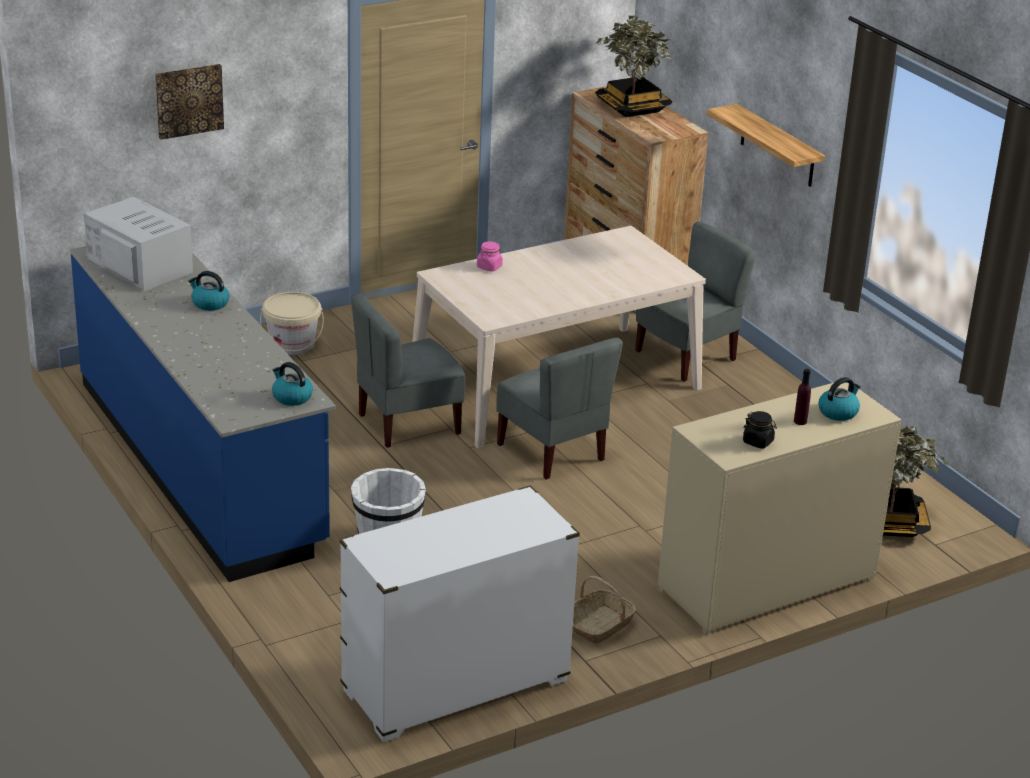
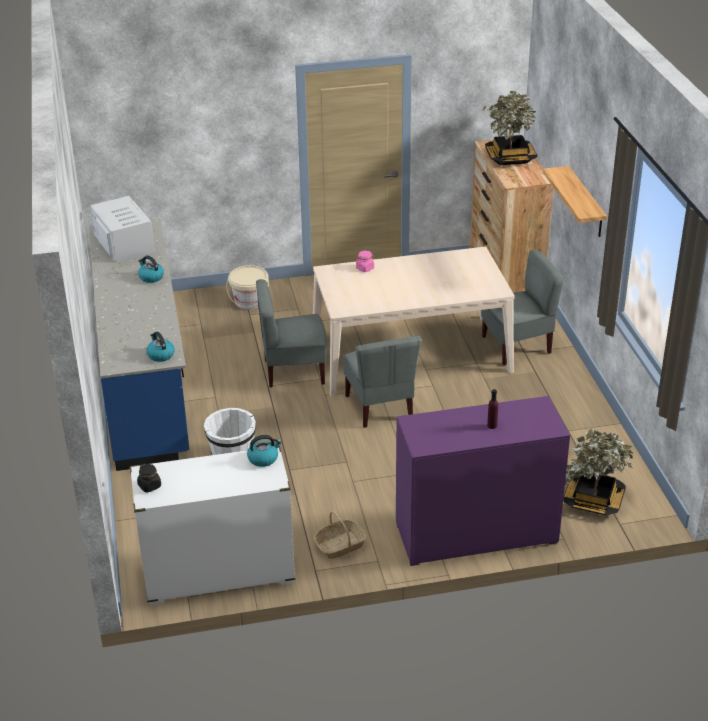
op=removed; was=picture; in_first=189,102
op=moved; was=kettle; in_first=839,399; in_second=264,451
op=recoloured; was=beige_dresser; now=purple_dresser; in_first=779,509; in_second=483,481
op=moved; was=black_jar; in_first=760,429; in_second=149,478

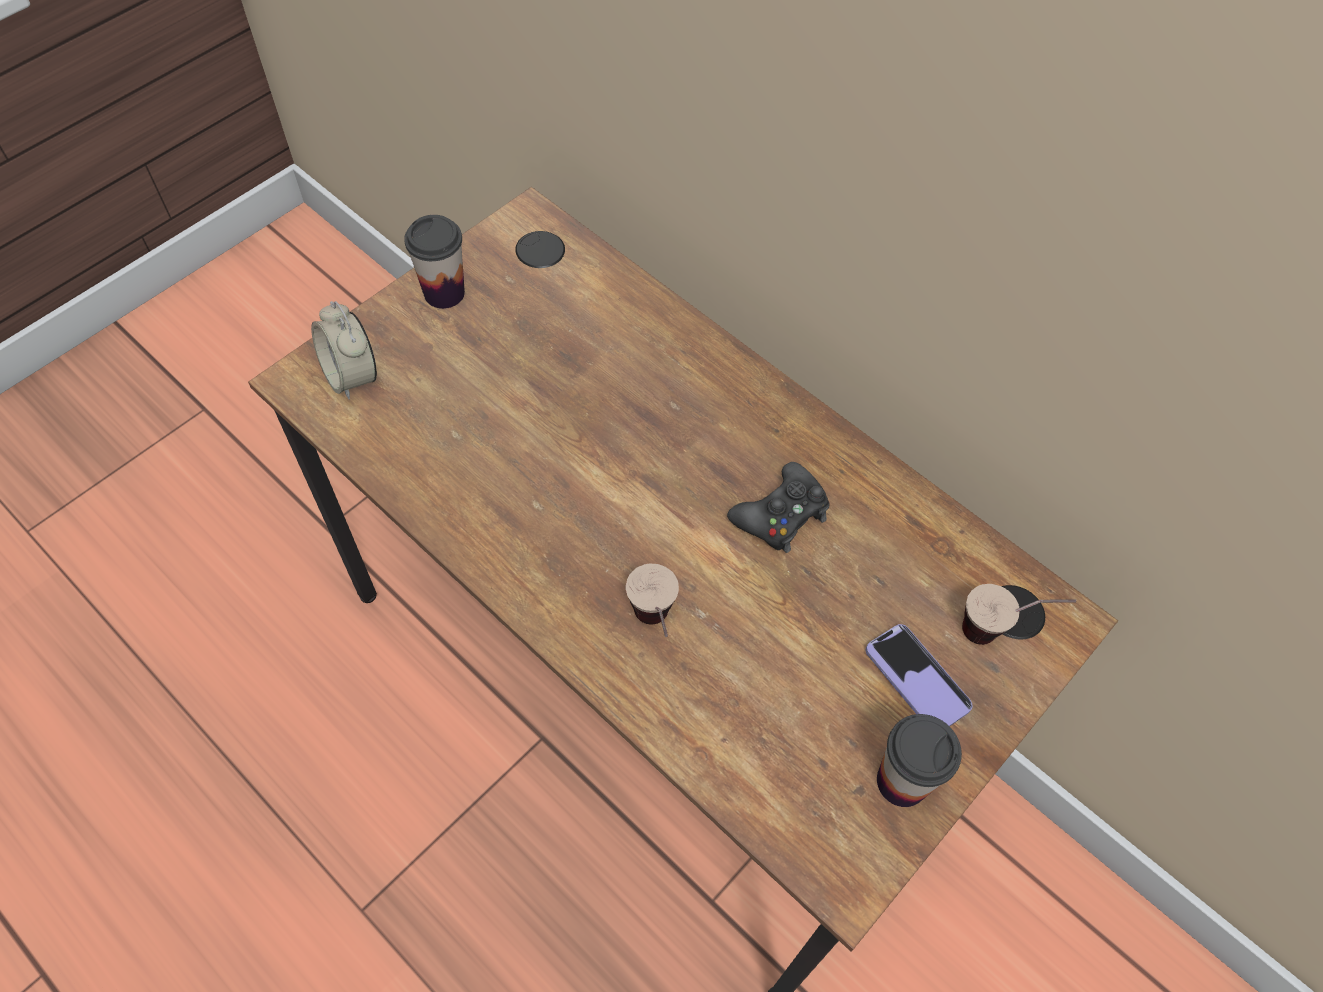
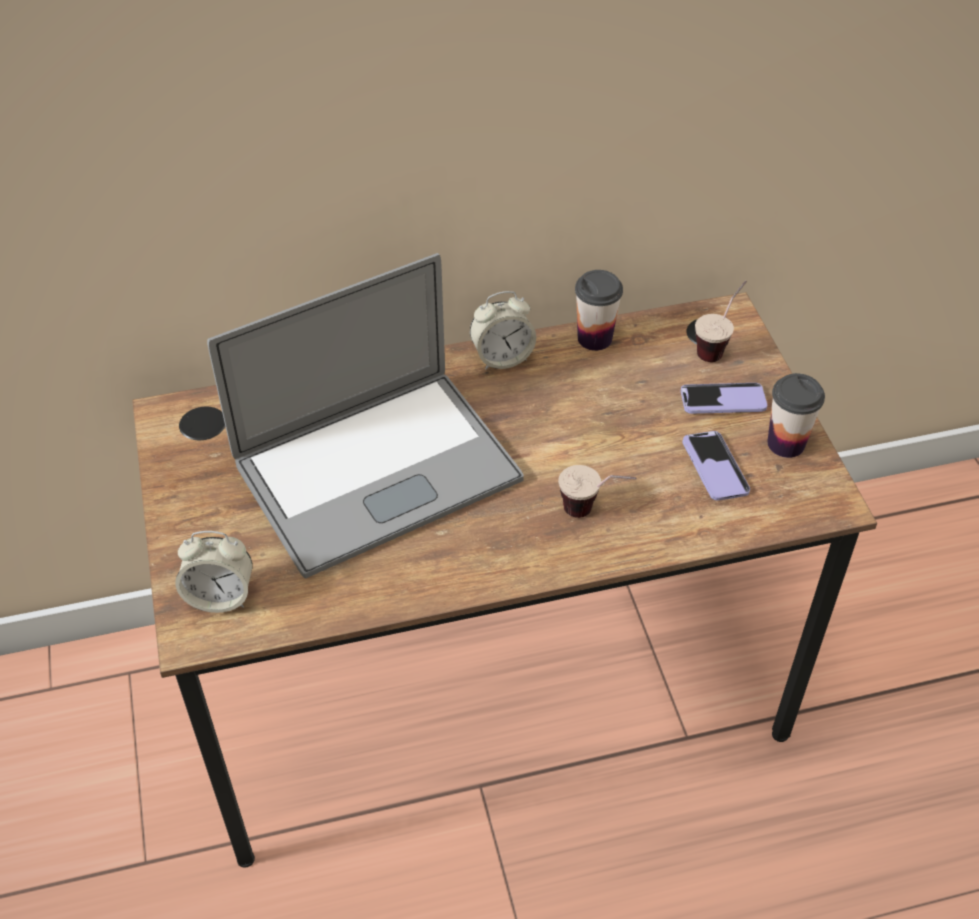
op=moved; was=cup; in_first=434,262; in_second=599,310
op=removed; was=black_game_controller; in_first=778,507
op=added; now=laptop; in_second=365,415
op=added; now=alarm_clock; in_second=503,330
op=added; now=phone; in_second=716,466

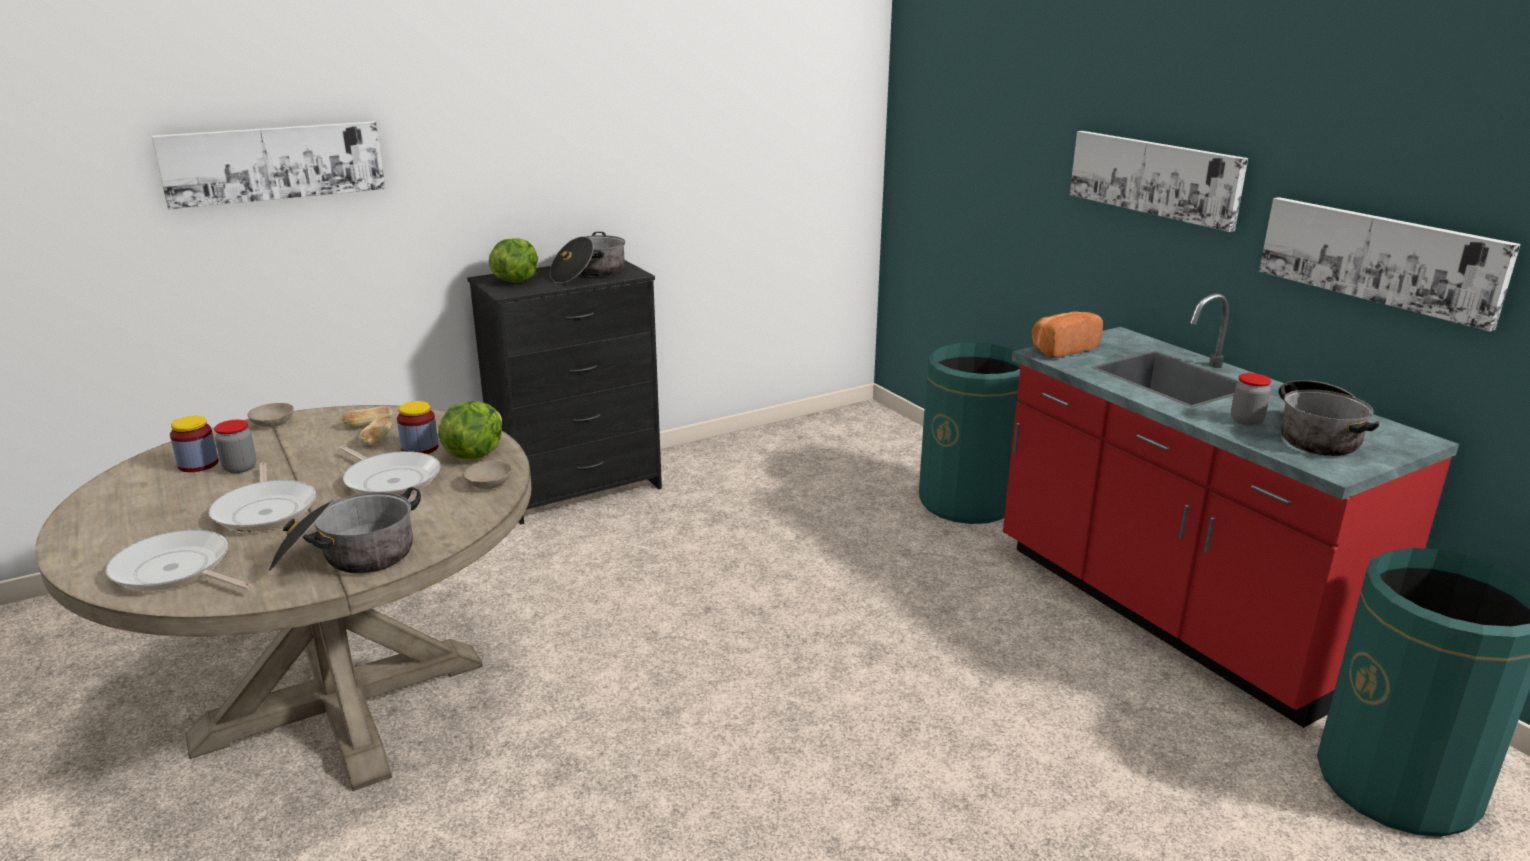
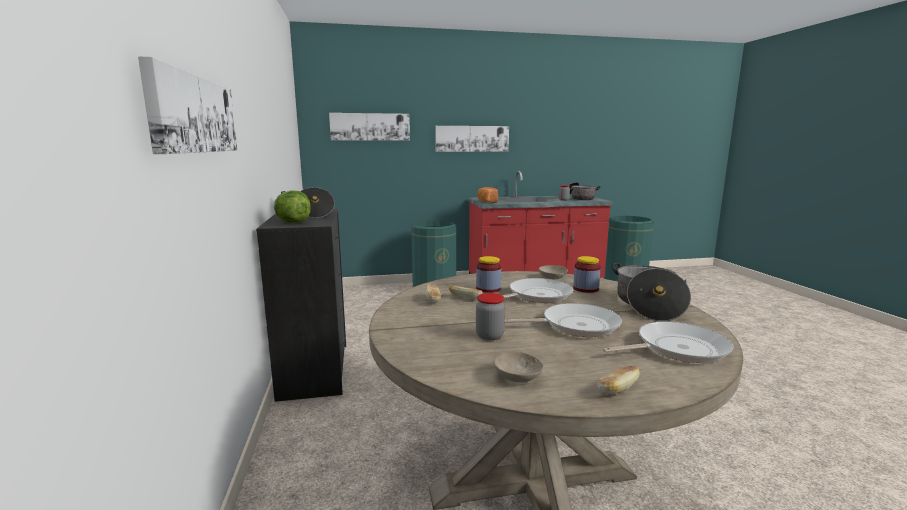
op=moved; was=picture; in_first=1390,264; in_second=369,127
op=removed; was=lettuce; in_first=470,430
op=moved; was=beige_bowl; in_first=270,415; in_second=519,367
op=moved; was=jar; in_first=194,444; in_second=587,274
op=turned; was=frying_pan; in_first=179,560; in_second=668,342; clockwise=-150
op=added; now=bread; in_second=618,380

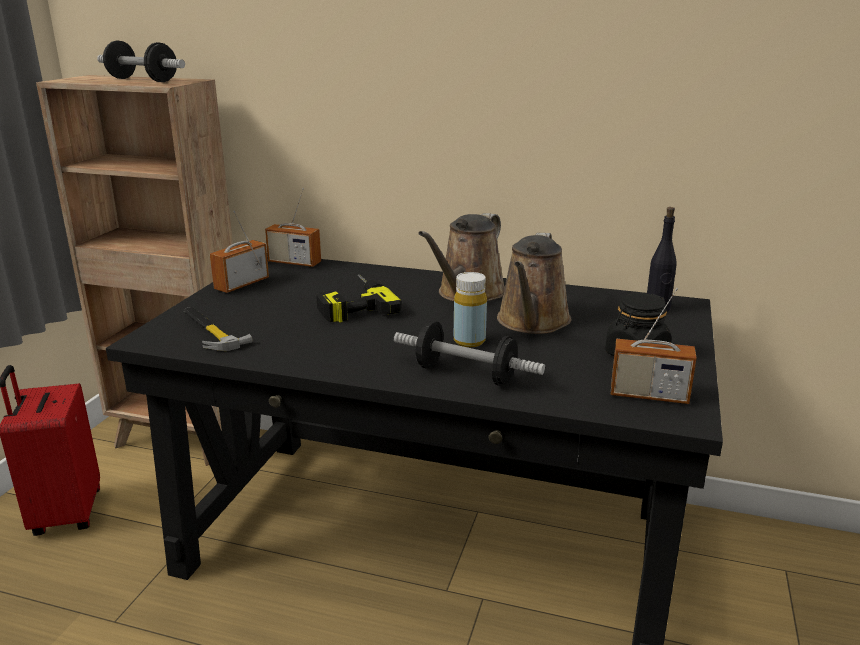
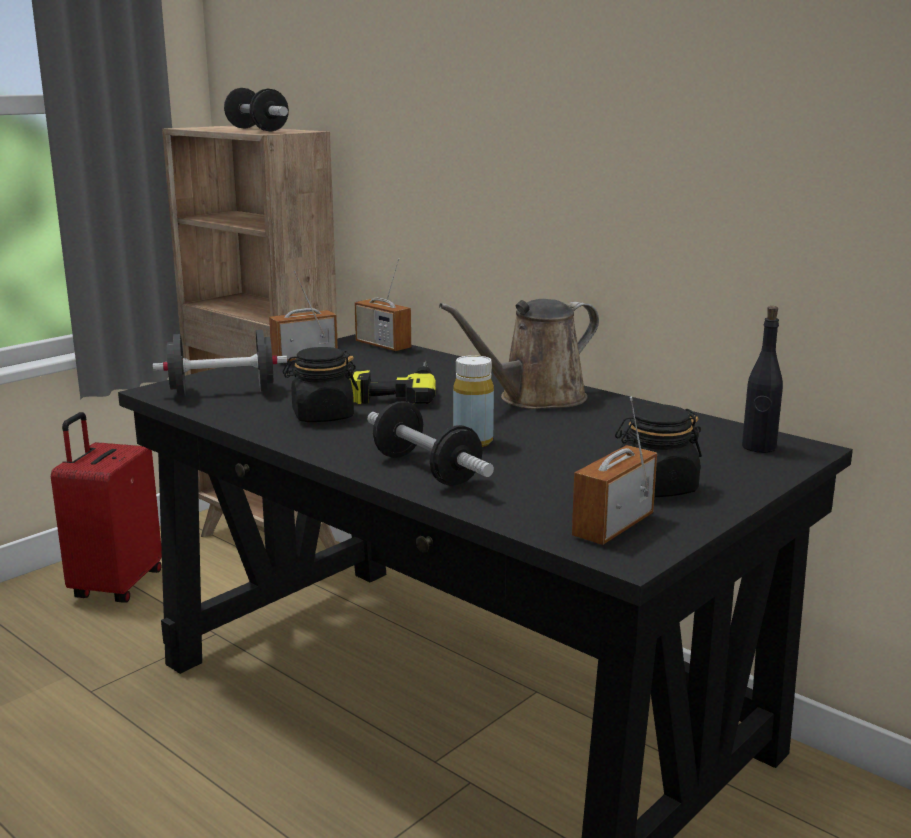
op=removed; was=brown_watering_can; in_first=534,283
op=turned; was=radio; in_first=654,346; in_second=614,470; clockwise=90
op=replaced; was=hammer; now=black_dumbbell; in_first=218,329; in_second=220,363
op=added; now=black_jar; in_second=320,384

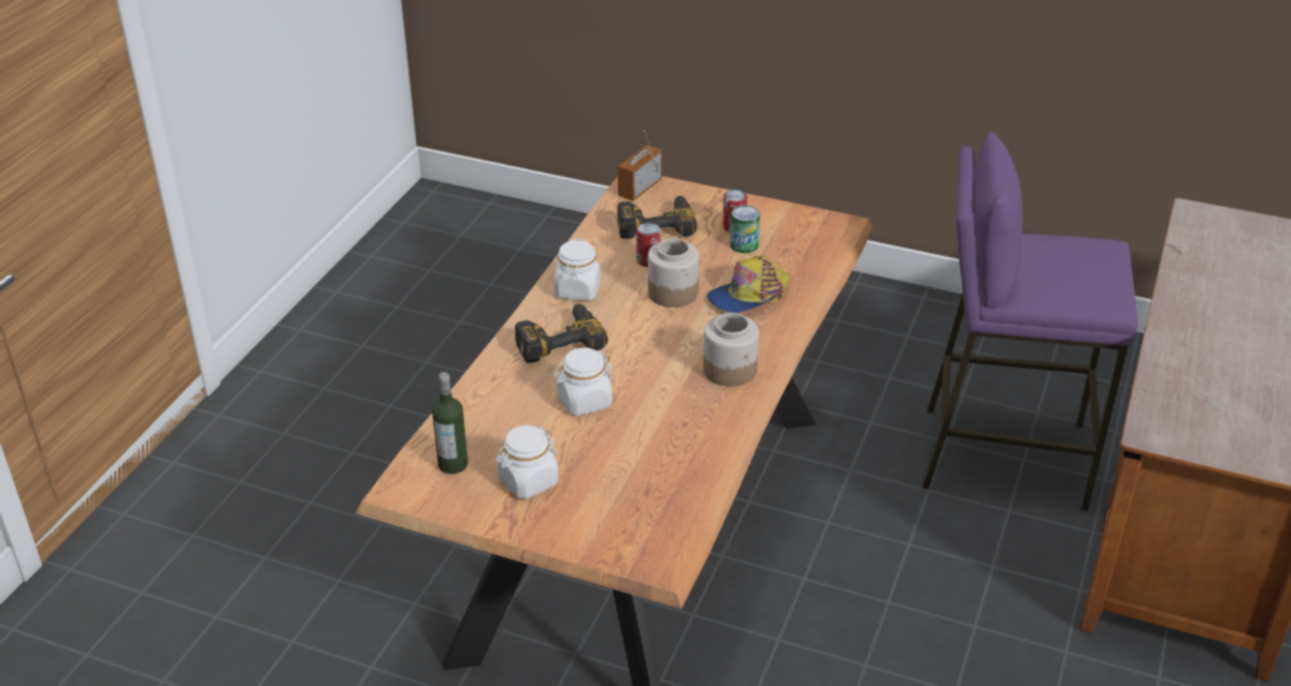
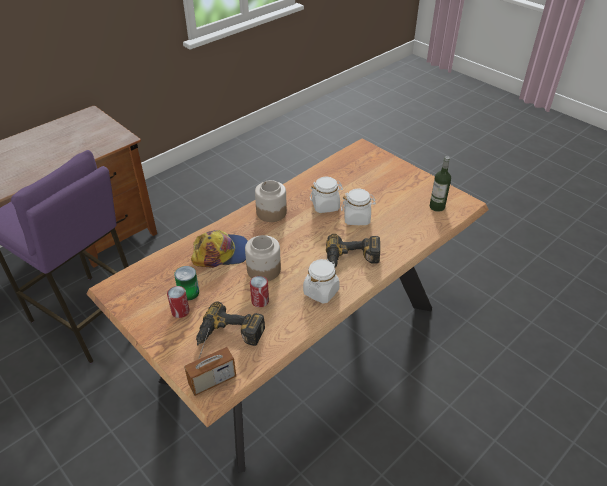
op=moved; was=white_jar; in_first=527,462; in_second=326,194

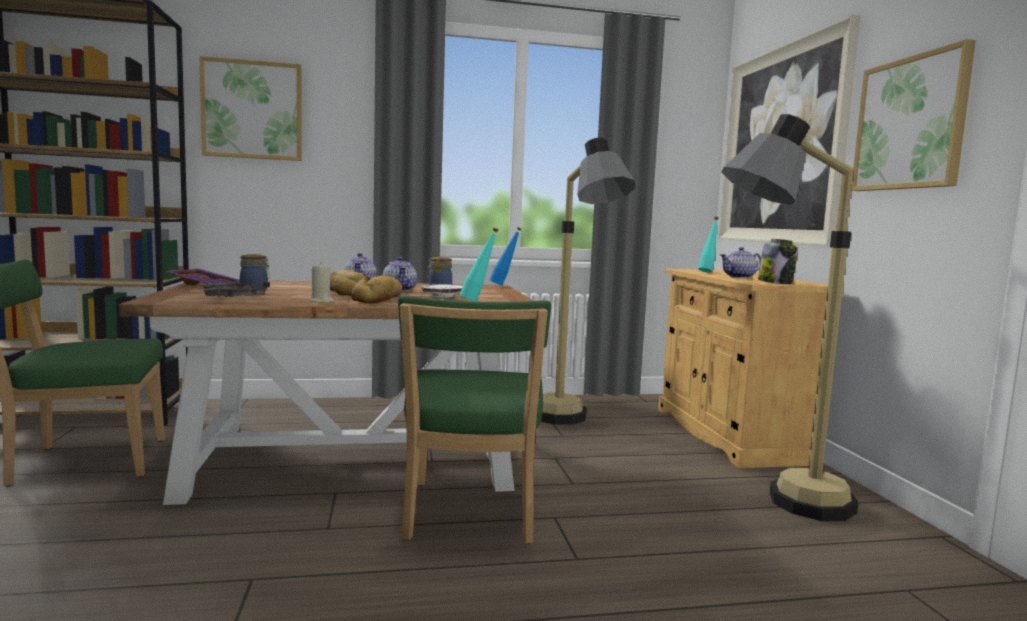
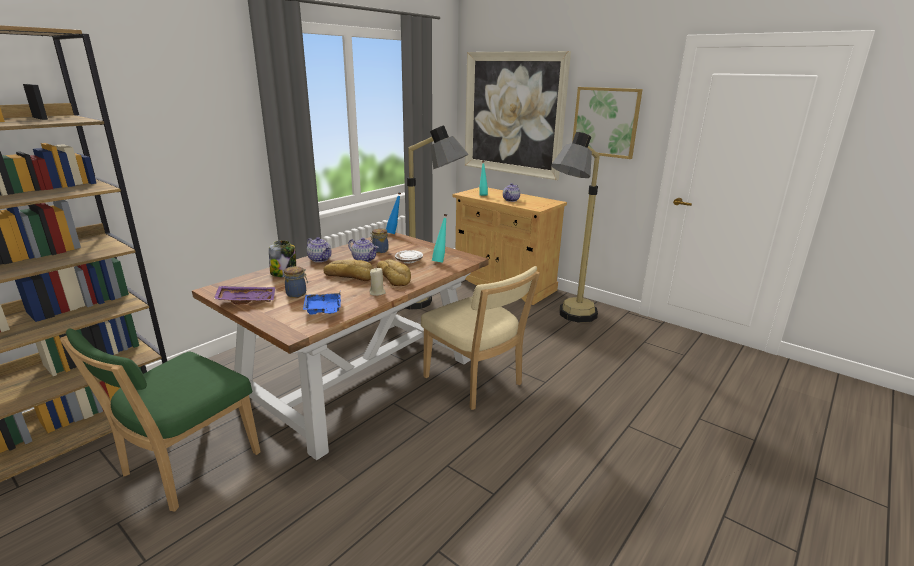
op=removed; was=picture; in_first=250,108
op=moved; was=jar; in_first=778,261; in_second=282,258
op=recoloured; was=grey_tray; now=blue_tray; in_first=234,289; in_second=322,304
op=recoloured; was=green_chair; now=beige_chair; in_first=474,419; in_second=480,338

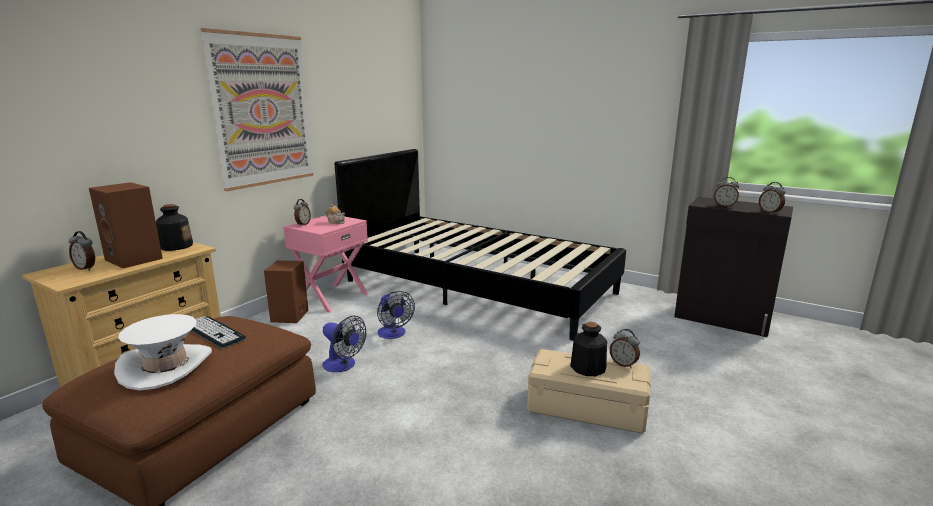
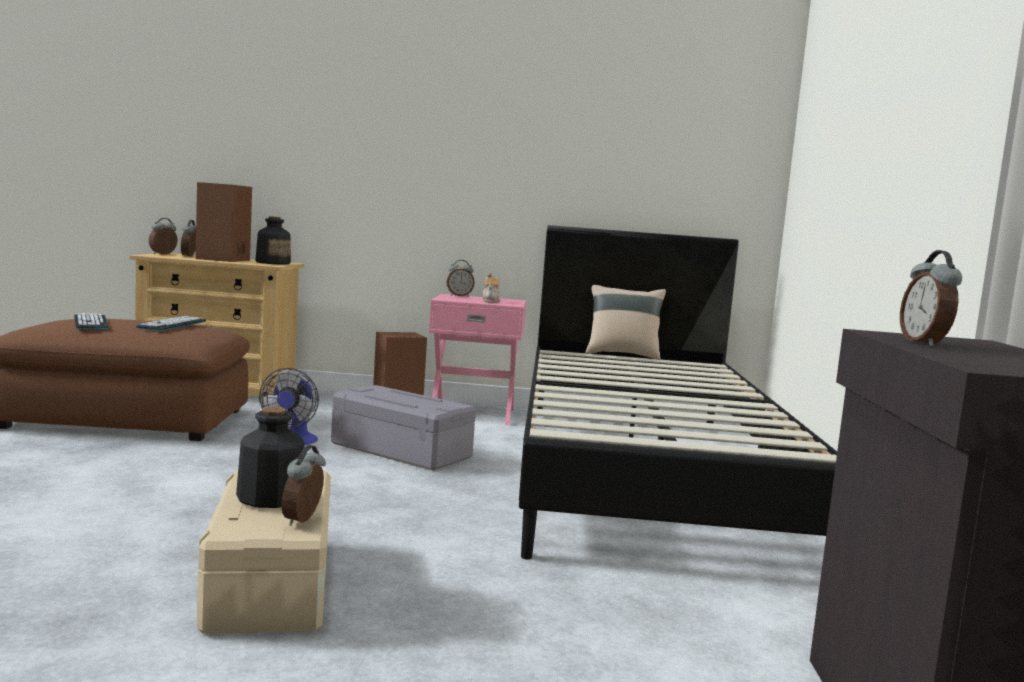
op=removed; was=picture; in_first=257,109
op=moved; was=alarm_clock; in_first=772,198; in_second=163,236
op=replaced; was=fan; now=grey_storage_box; in_first=396,315; in_second=403,428
op=replaced; was=white_hat; now=keyboard; in_first=163,352; in_second=91,321
op=added; now=beige_pillow; in_second=625,322

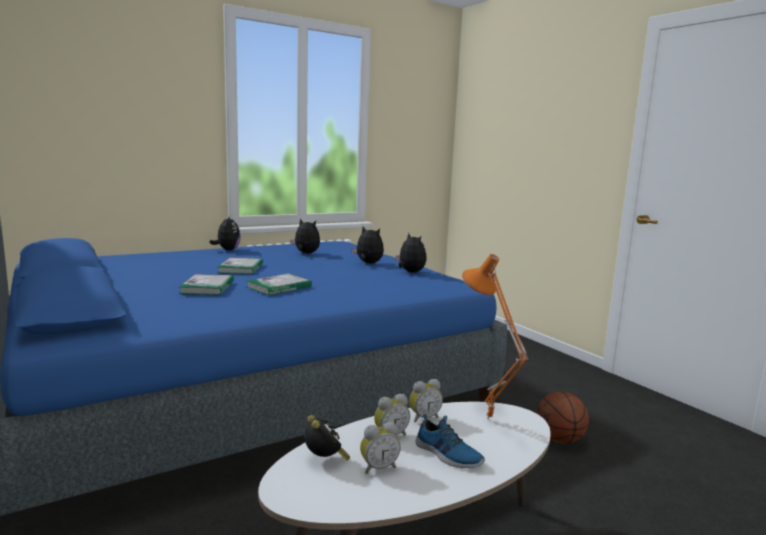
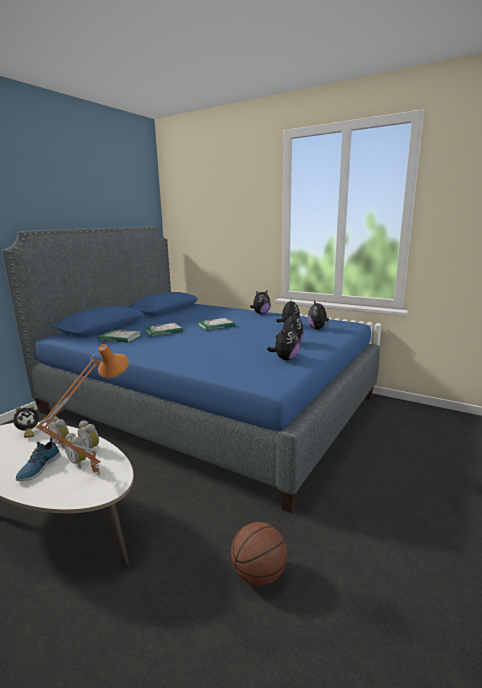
op=moved; was=book; in_first=279,284; in_second=120,336
op=moved; was=alarm_clock; in_first=380,448; in_second=75,450
op=added; now=plush_toy; in_second=318,315

